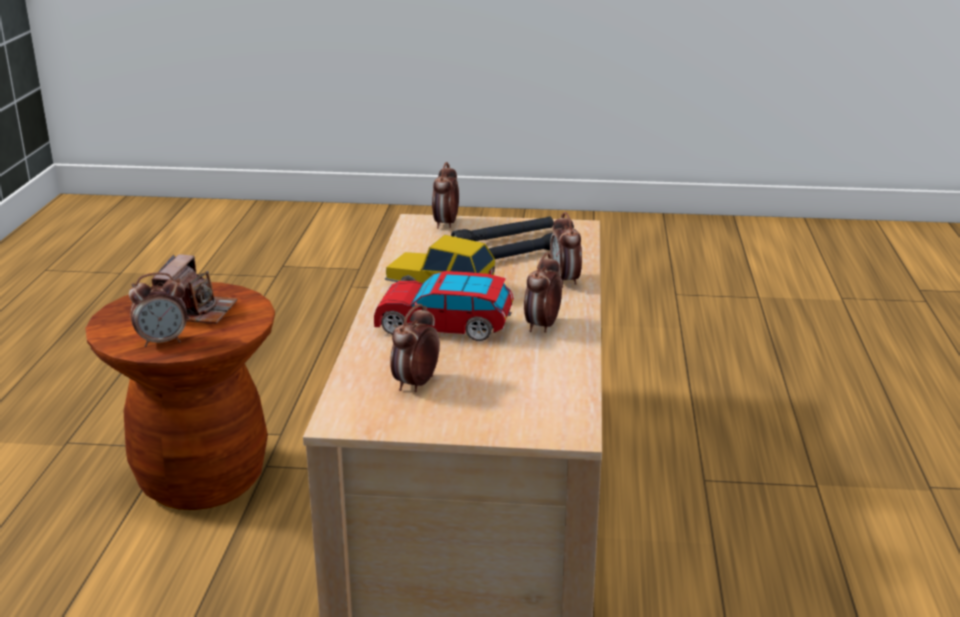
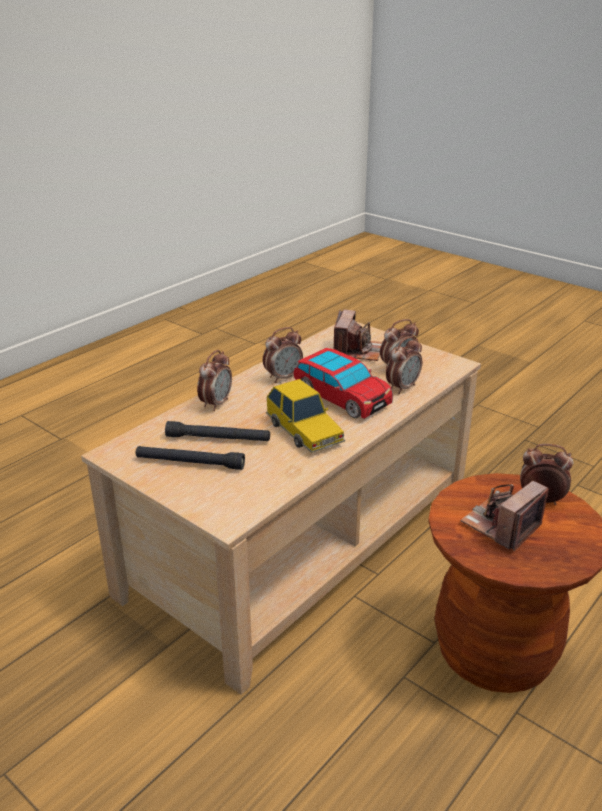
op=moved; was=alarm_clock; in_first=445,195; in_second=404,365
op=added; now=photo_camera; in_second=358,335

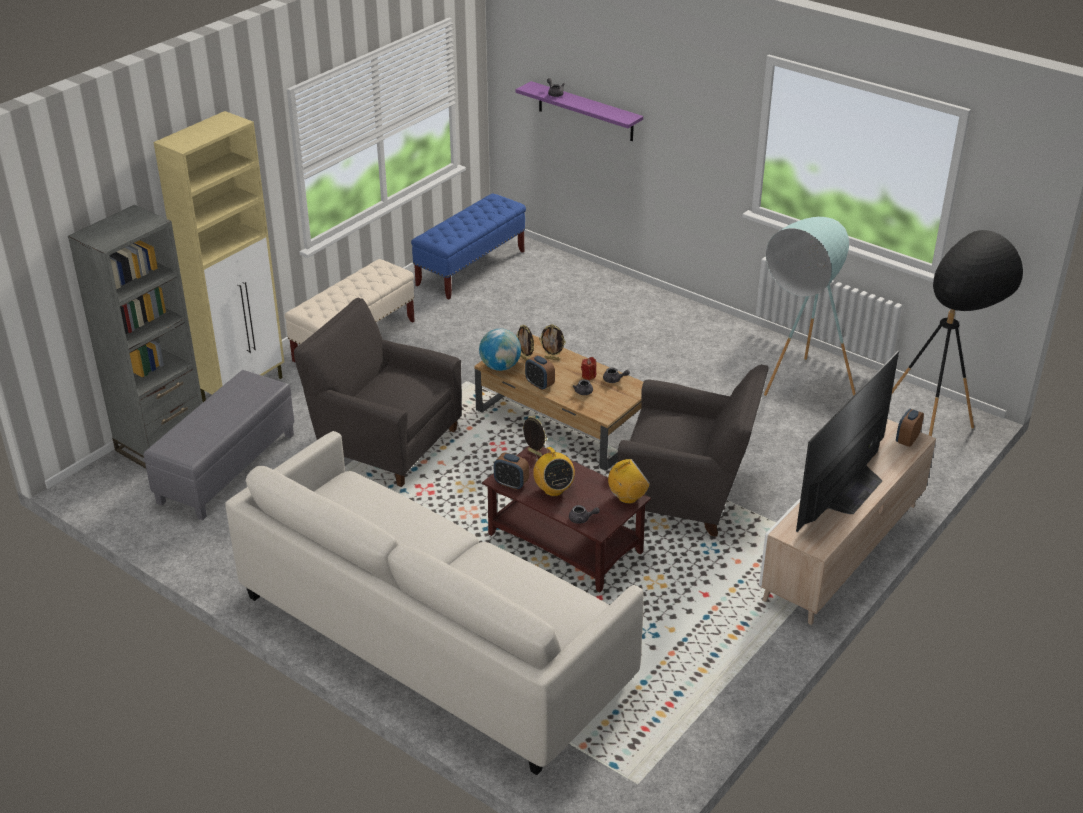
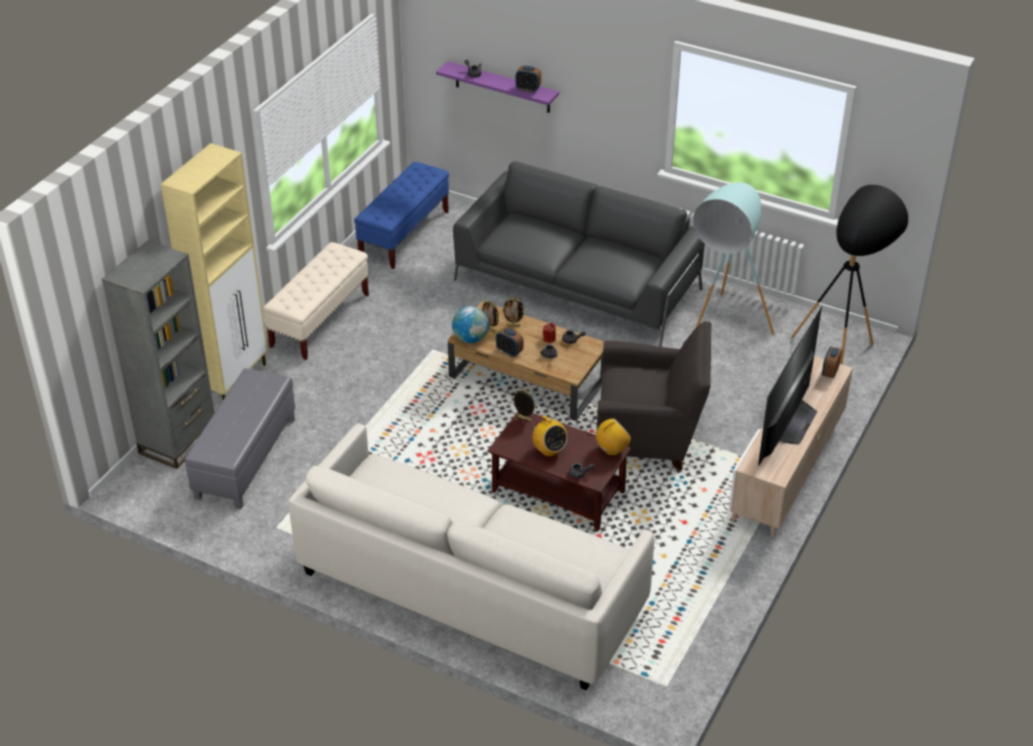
op=removed; was=grey_armchair; in_first=378,392
op=moved; was=alarm_clock; in_first=511,471; in_second=528,79
op=added; now=grey_sofa; in_second=579,254

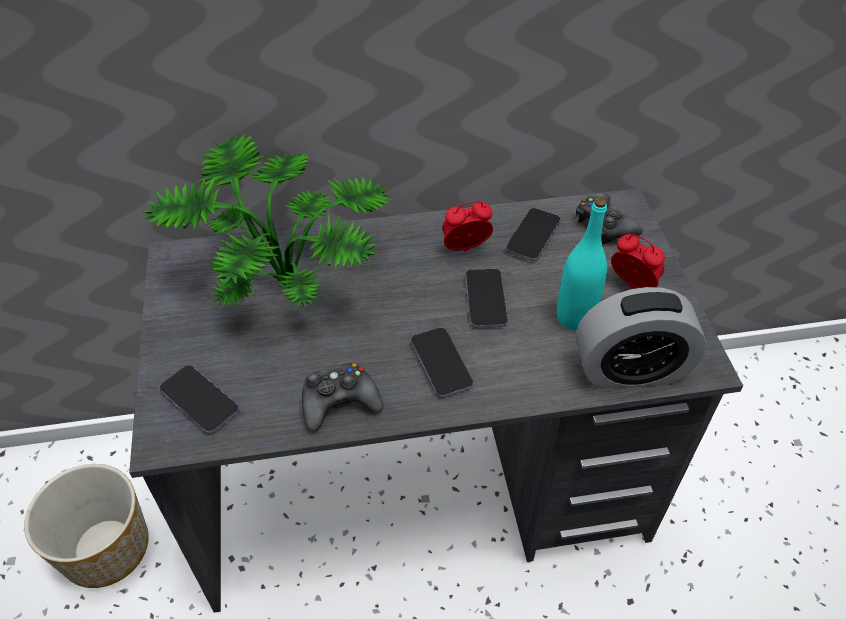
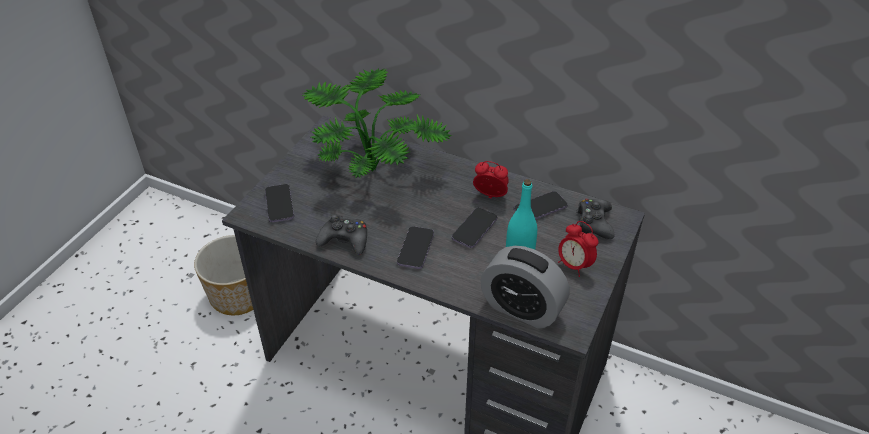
op=turned; was=alarm_clock; in_first=638,261; in_second=578,249; clockwise=150

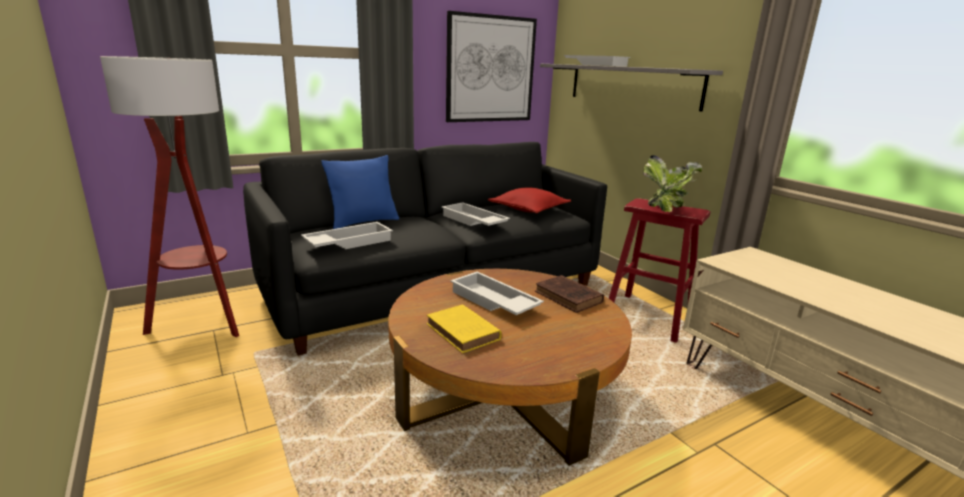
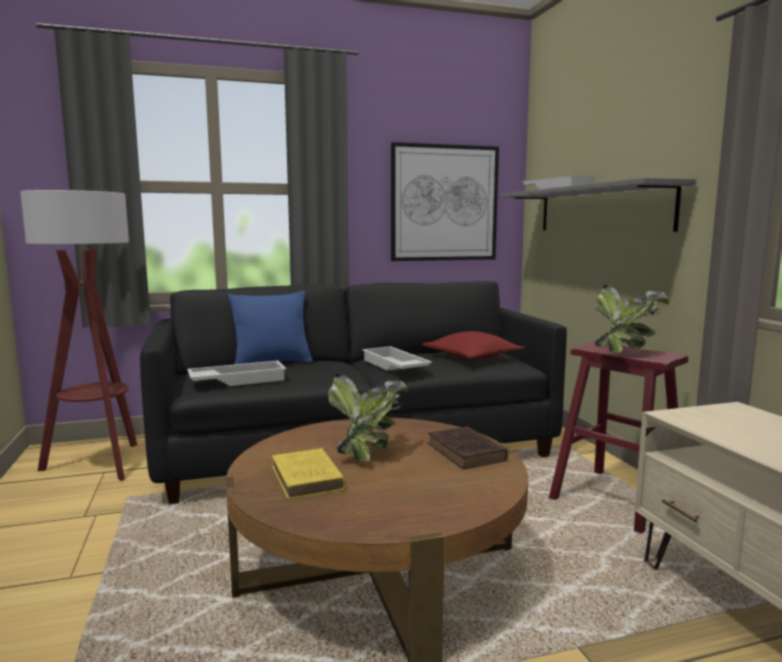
op=replaced; was=white_tray; now=potted_plant; in_first=497,293; in_second=368,417

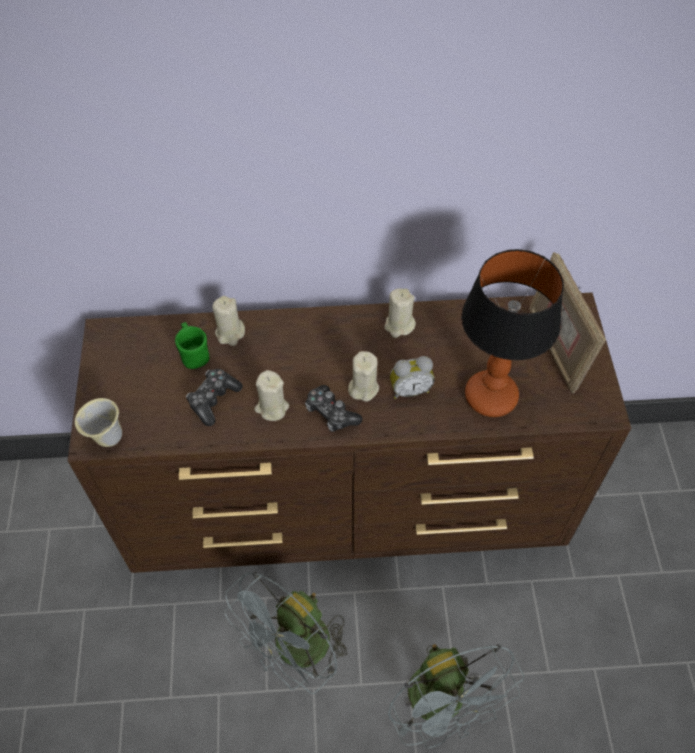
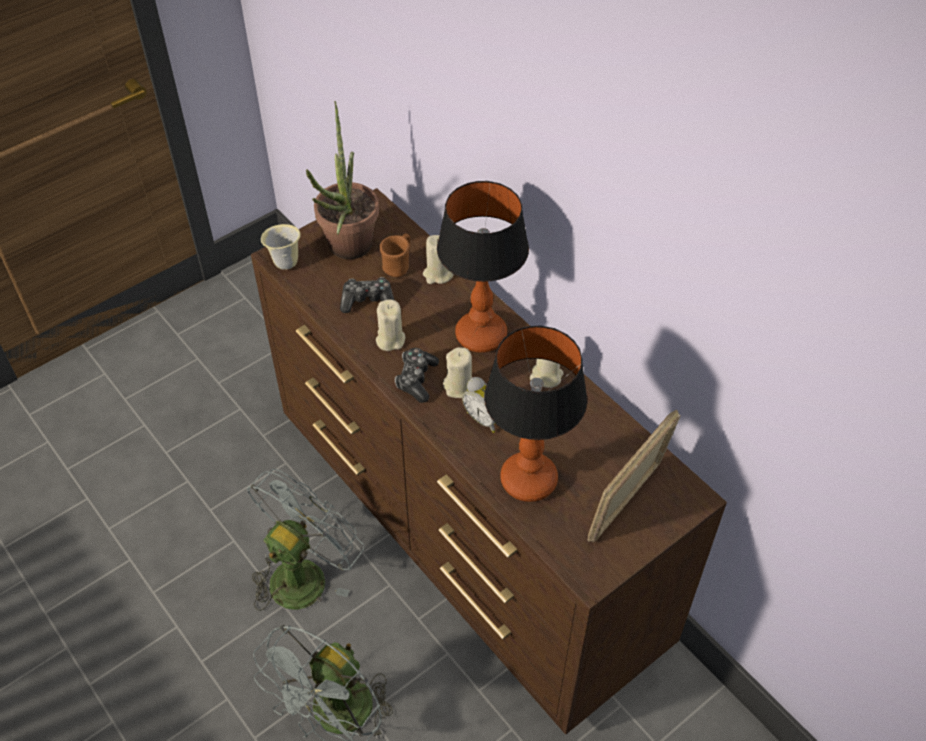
op=recoloured; was=green_mug; now=brown_mug; in_first=192,345; in_second=395,255
op=turned; was=grey_fan; in_first=286,632; in_second=305,540; clockwise=120
op=added; now=potted_plant; in_second=342,180
op=added; now=table_lamp; in_second=483,267

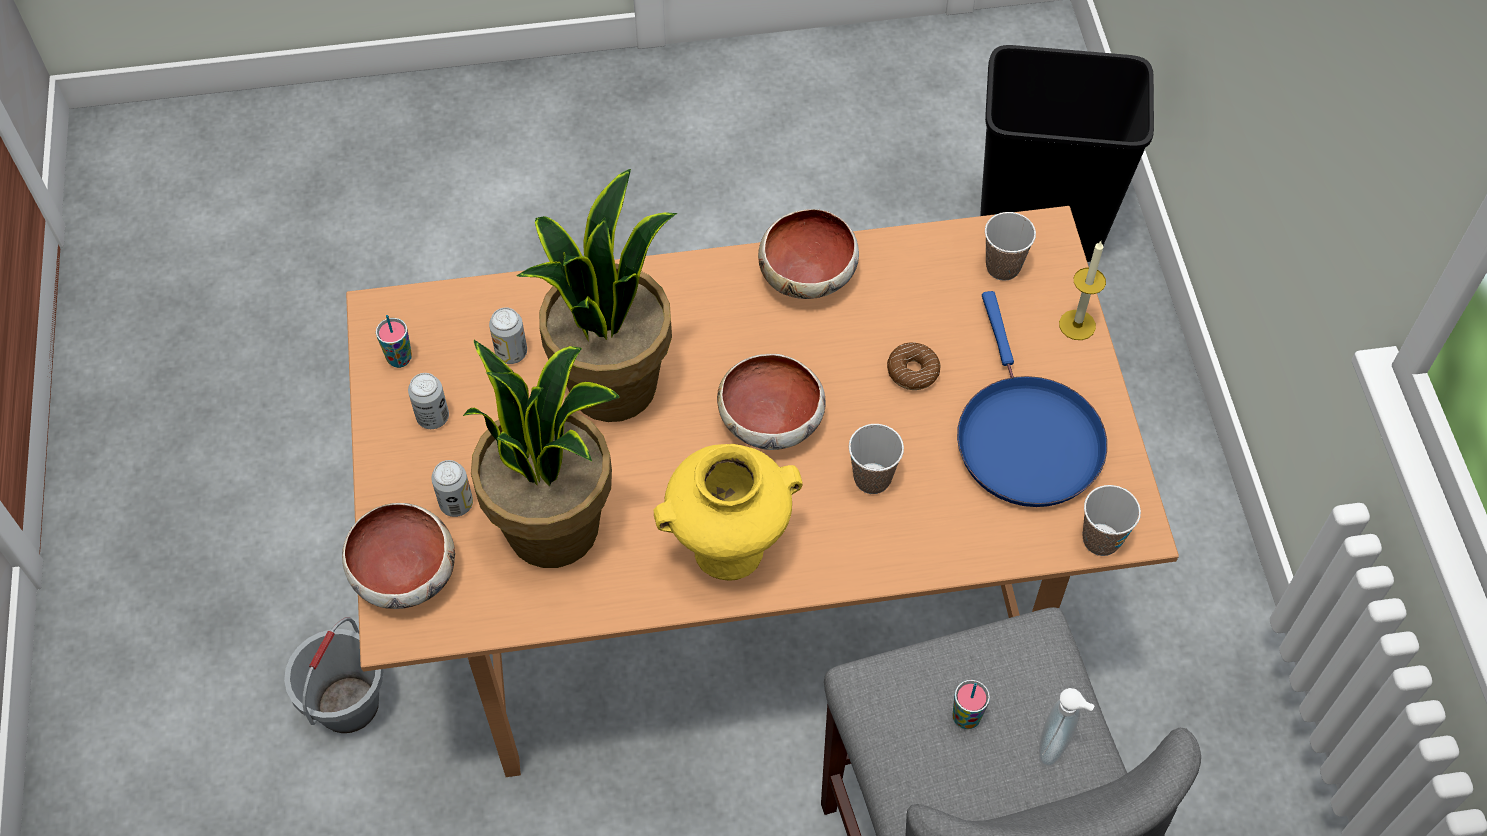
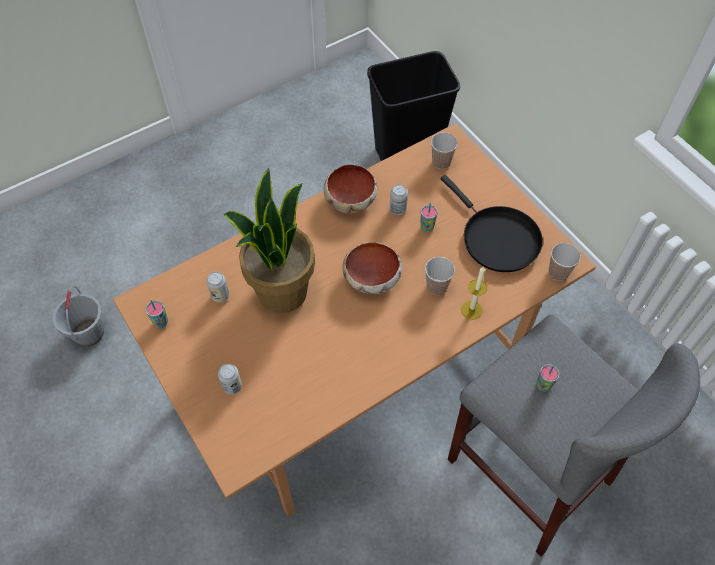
op=moved; was=candle; in_first=1082,290; in_second=474,293
op=recoloured; was=blue_frying_pan; now=black_frying_pan; in_first=1032,399; in_second=492,223
op=removed; was=potted_plant; in_first=541,454
op=replaced; was=donut; now=cup; in_first=913,366; in_second=429,217
op=moved; was=can; in_first=428,401; in_second=399,199
op=removed; was=yellow_vase; in_first=728,512
op=removed; was=bowl; in_first=398,556
op=moved; was=grey_bucket; in_first=333,675; in_second=78,315
op=removed; was=soap_dispenser; in_first=1066,727

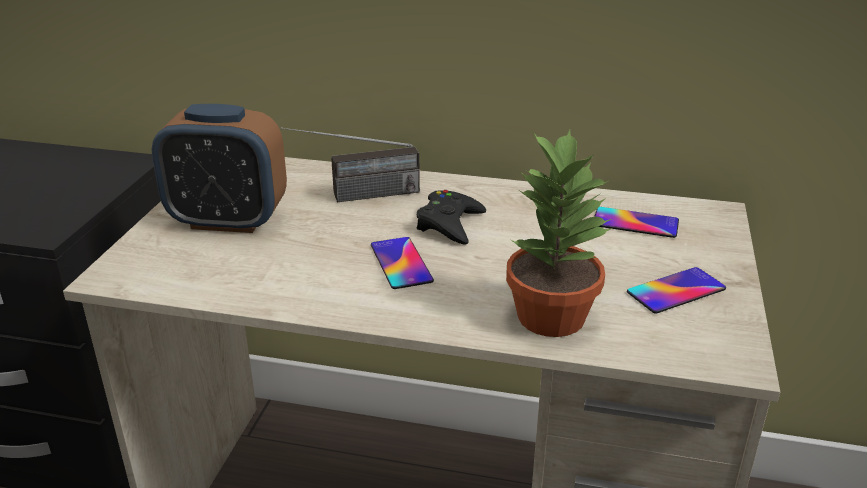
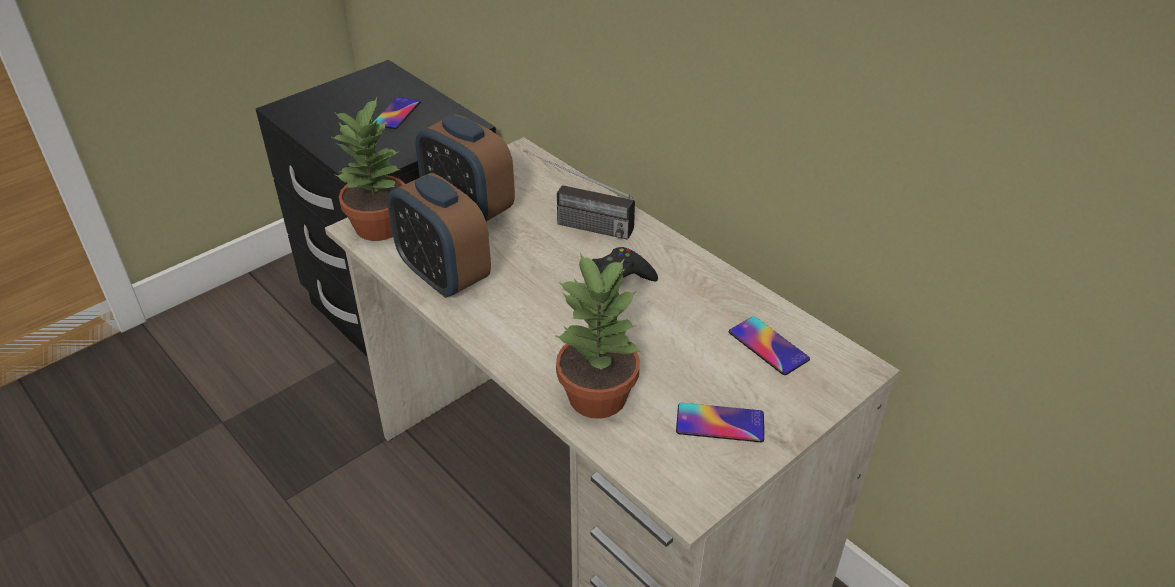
op=moved; was=phone; in_first=402,263; in_second=396,113
op=added; now=potted_plant; in_second=368,169
op=added; now=alarm_clock; in_second=439,235

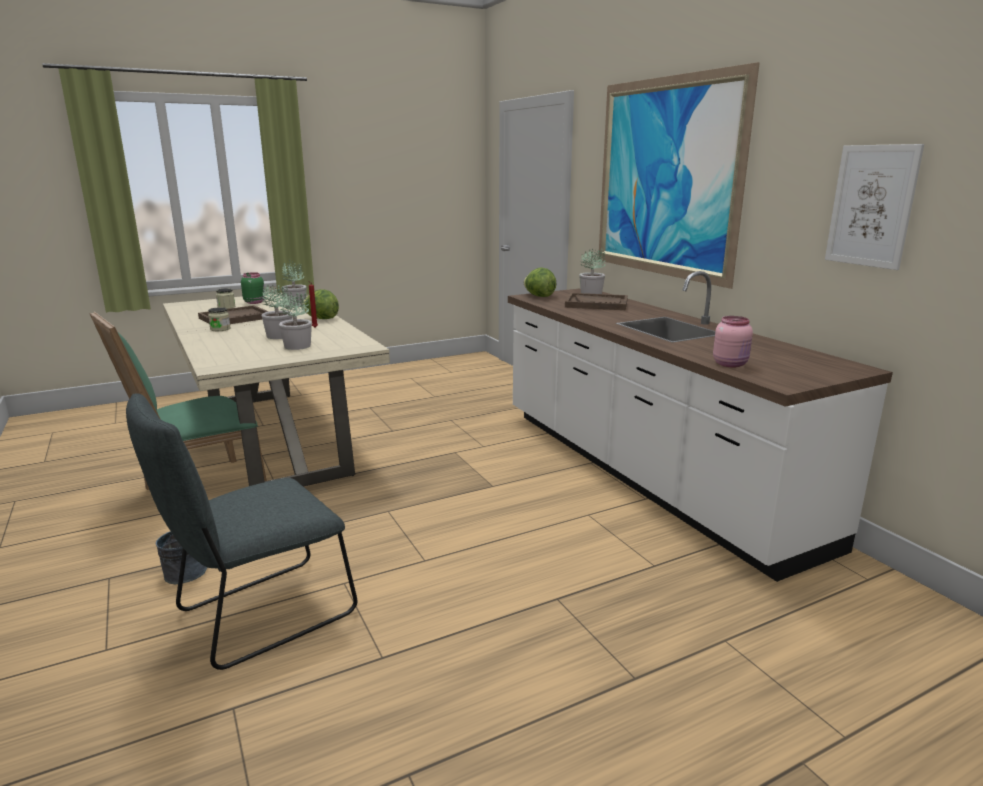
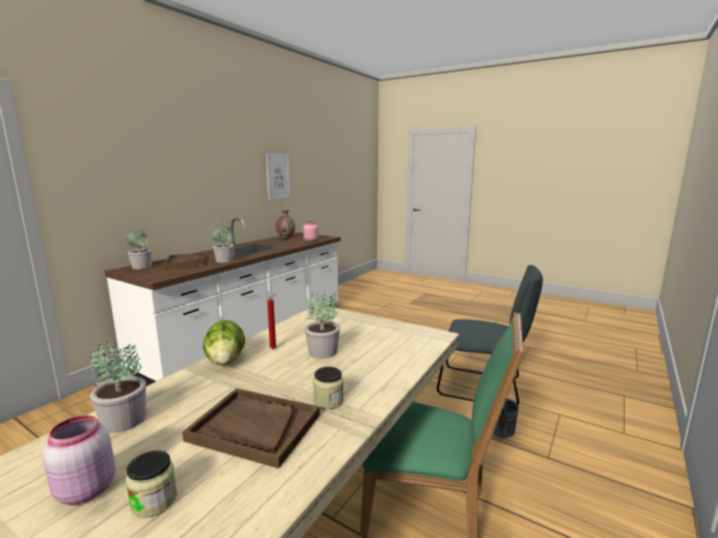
op=removed; was=picture; in_first=679,175
op=removed; was=lettuce; in_first=540,282
op=recoloured; was=green_jar; now=pink_jar; in_first=253,288; in_second=79,460
op=moved; was=potted_plant; in_first=295,321; in_second=223,244
op=added; now=brown_vase; in_second=285,224

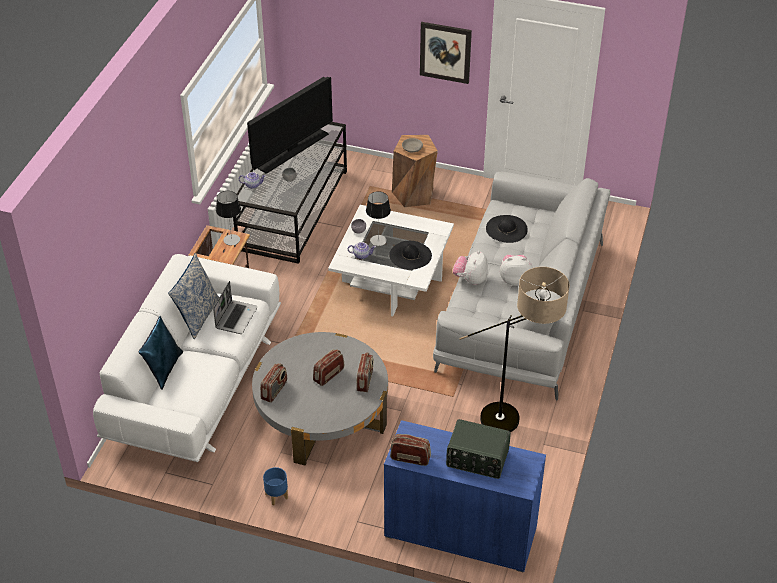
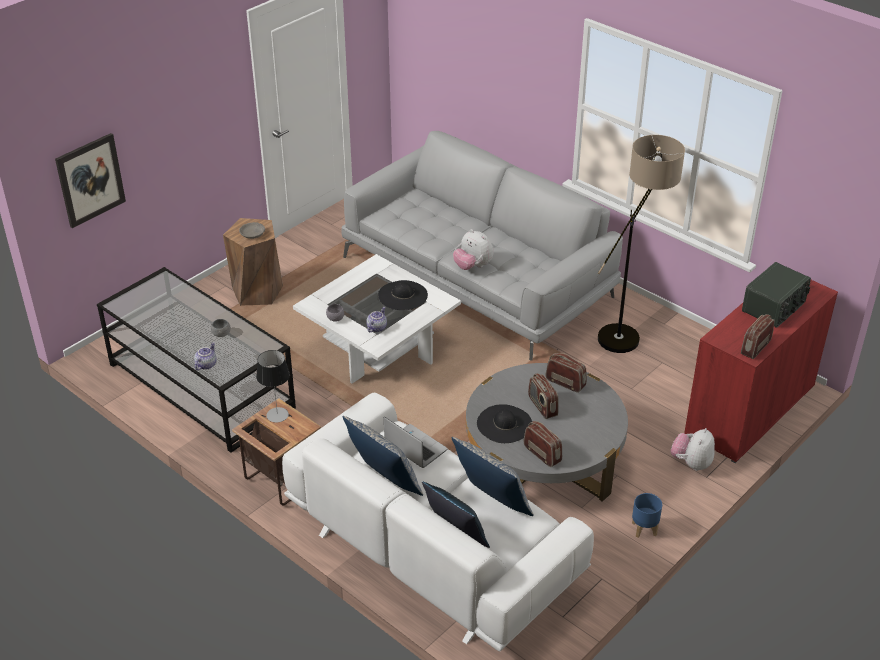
op=moved; was=picture; in_first=446,53; in_second=90,180
op=removed; was=television; in_first=290,125
op=removed; was=table_lamp; in_first=378,218
op=moved; was=black_hat; in_first=507,229; in_second=505,423
op=moved; was=plush_toy; in_first=516,270; in_second=693,449
op=recoloured; was=blue_cabinet; now=red_cabinet; in_first=465,496; in_second=761,371
op=added; now=pillow; in_second=492,476

